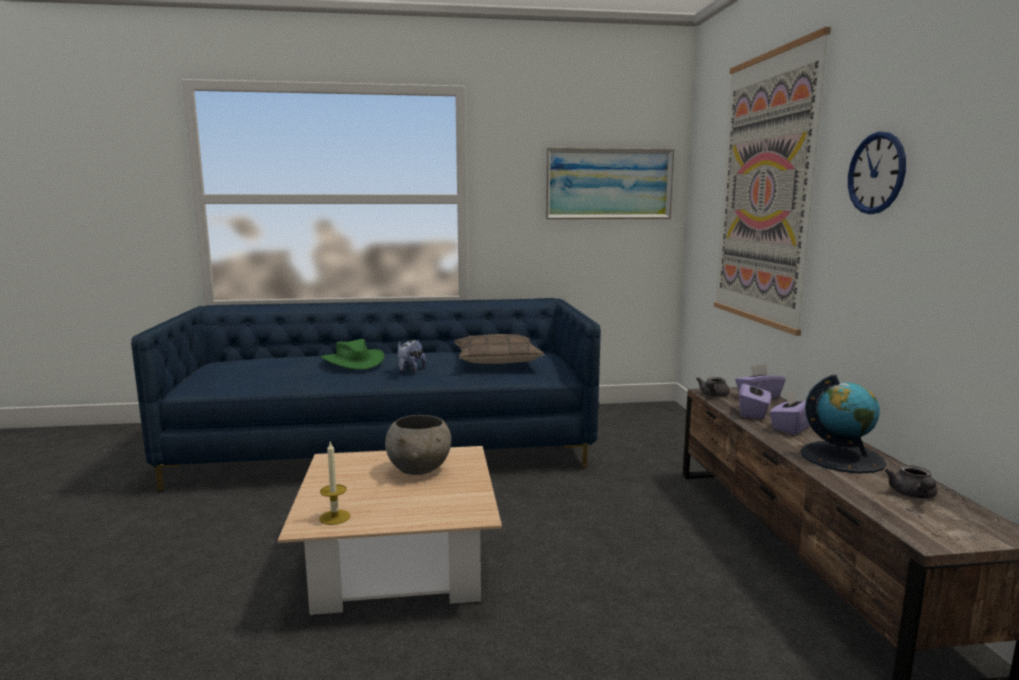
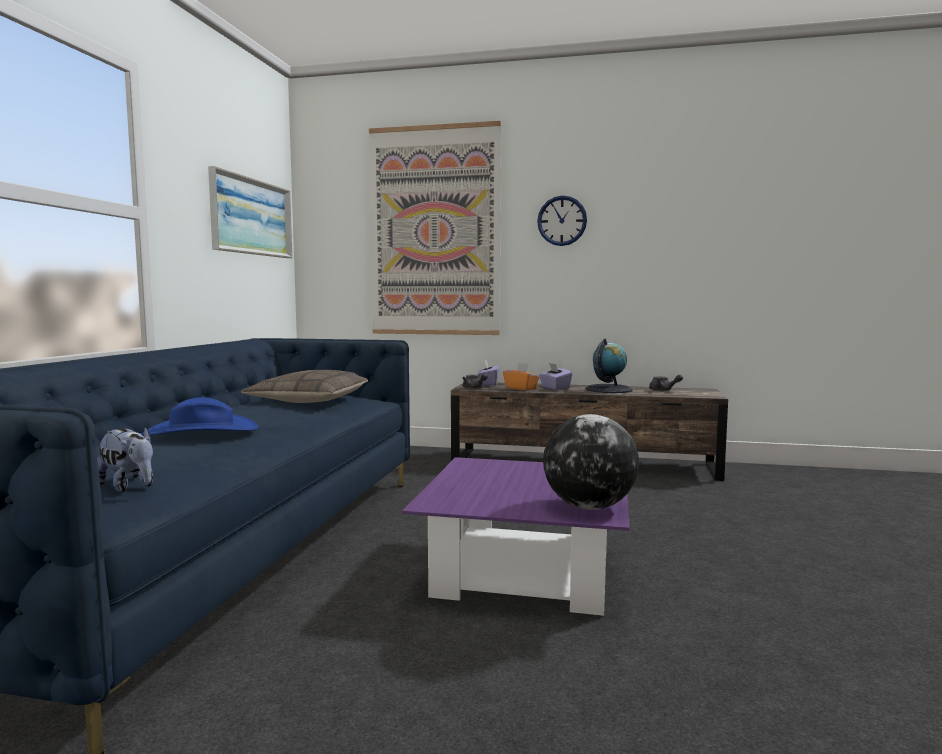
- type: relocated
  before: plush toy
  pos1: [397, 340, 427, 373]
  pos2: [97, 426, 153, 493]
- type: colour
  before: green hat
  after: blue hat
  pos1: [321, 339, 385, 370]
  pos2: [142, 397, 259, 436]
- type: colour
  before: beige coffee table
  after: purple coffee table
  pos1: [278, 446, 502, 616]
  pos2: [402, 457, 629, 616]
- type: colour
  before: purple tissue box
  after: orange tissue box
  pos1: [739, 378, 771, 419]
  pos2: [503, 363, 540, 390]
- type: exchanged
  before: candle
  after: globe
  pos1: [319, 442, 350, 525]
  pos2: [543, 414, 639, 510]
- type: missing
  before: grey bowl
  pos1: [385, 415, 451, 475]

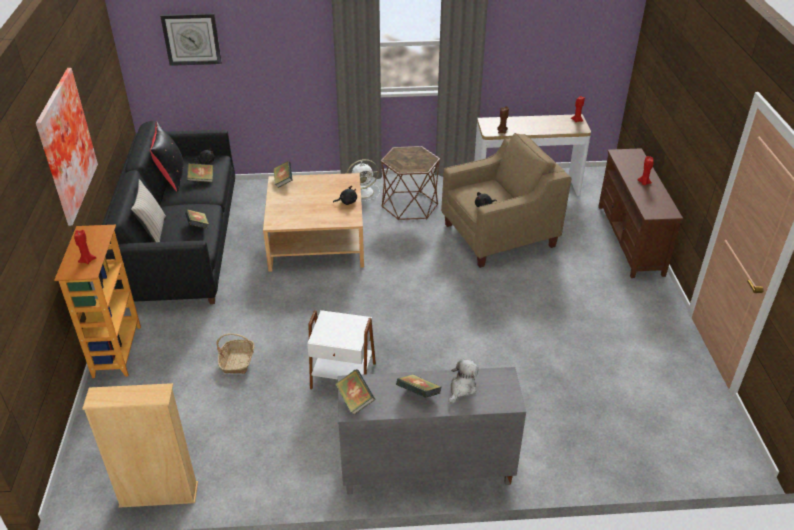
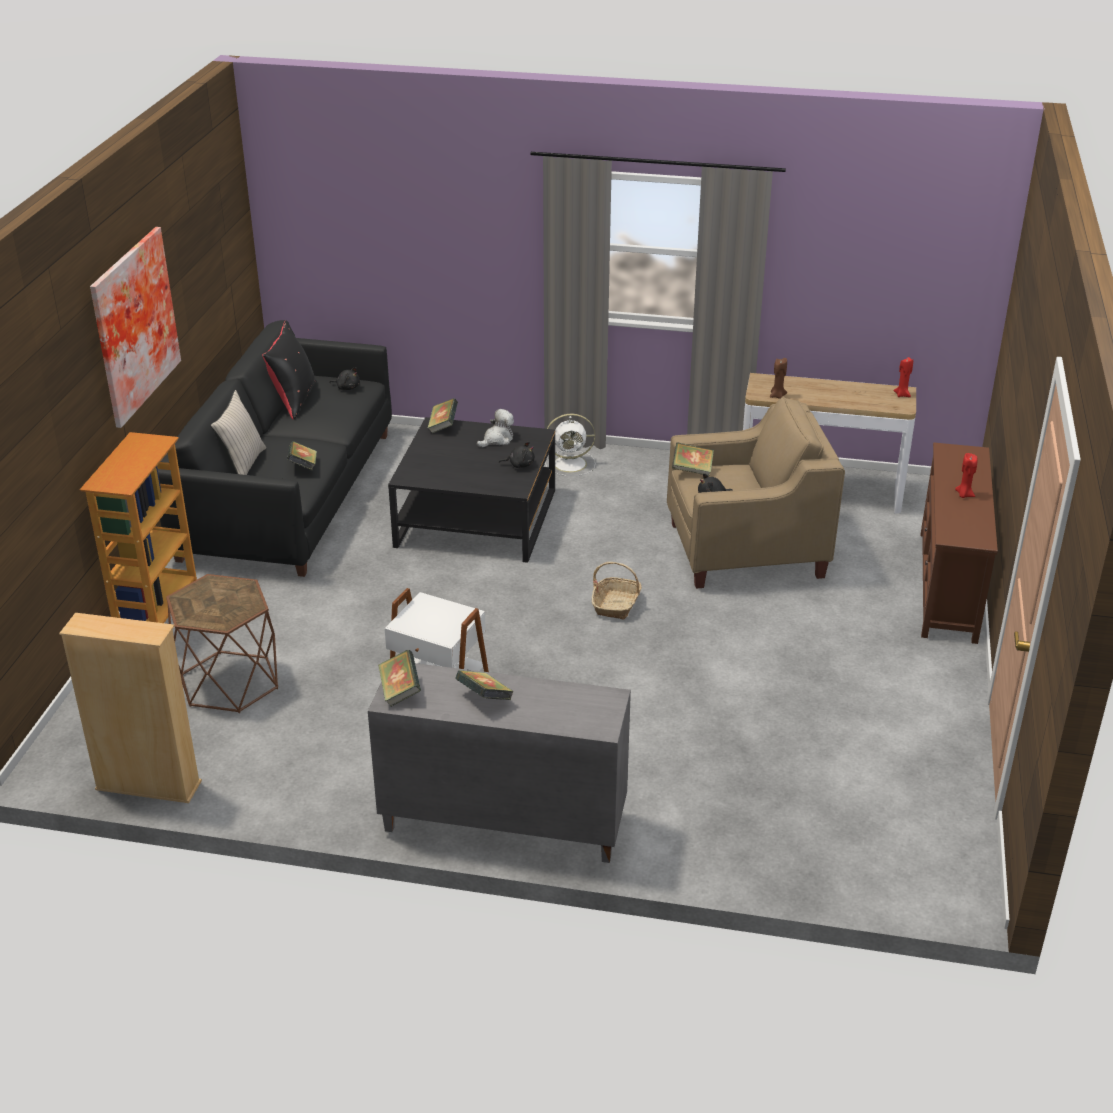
- type: relocated
  before: brown side table
  pos1: [381, 146, 440, 220]
  pos2: [166, 574, 278, 713]
- type: colour
  before: beige coffee table
  after: black coffee table
  pos1: [263, 173, 364, 272]
  pos2: [388, 417, 555, 563]
- type: relocated
  before: plush toy
  pos1: [448, 359, 479, 404]
  pos2: [477, 409, 514, 447]
- type: relocated
  before: basket
  pos1: [216, 333, 255, 374]
  pos2: [592, 562, 642, 620]
- type: relocated
  before: book
  pos1: [187, 163, 213, 182]
  pos2: [672, 442, 714, 476]
- type: missing
  before: red candle
  pos1: [74, 230, 97, 264]
- type: missing
  before: wall clock
  pos1: [160, 13, 222, 66]

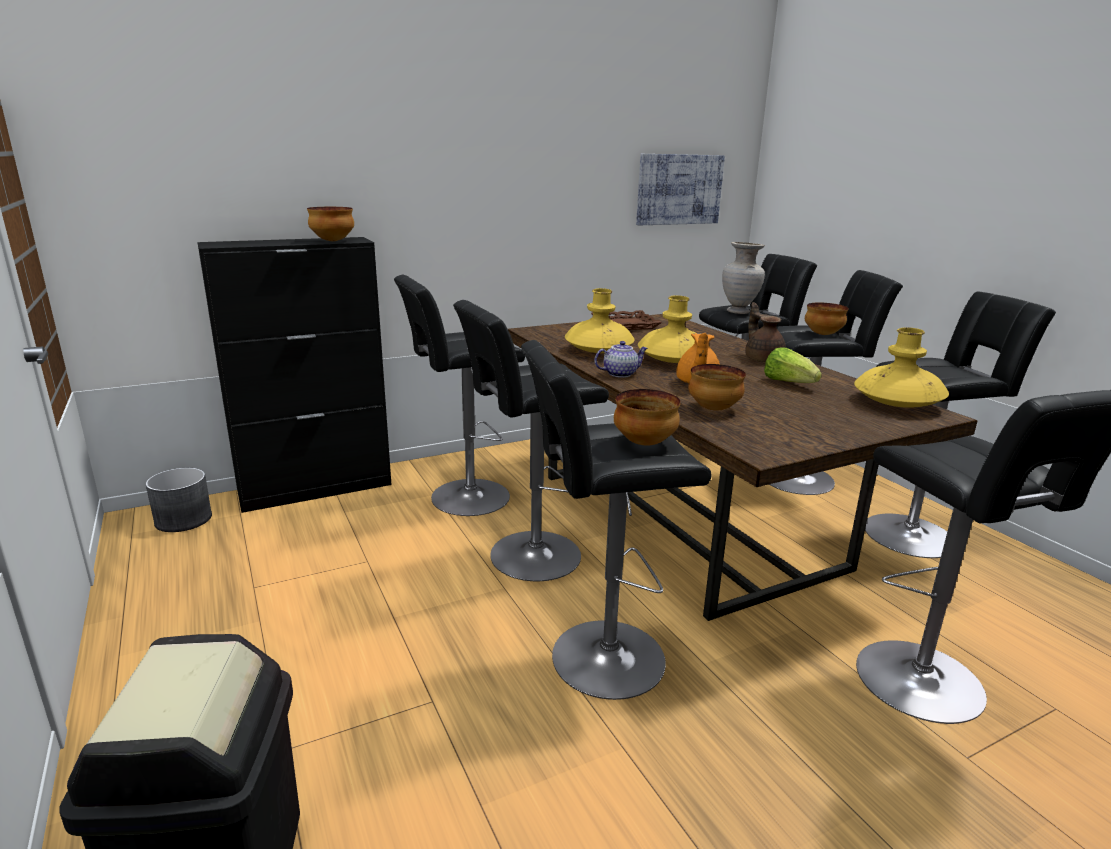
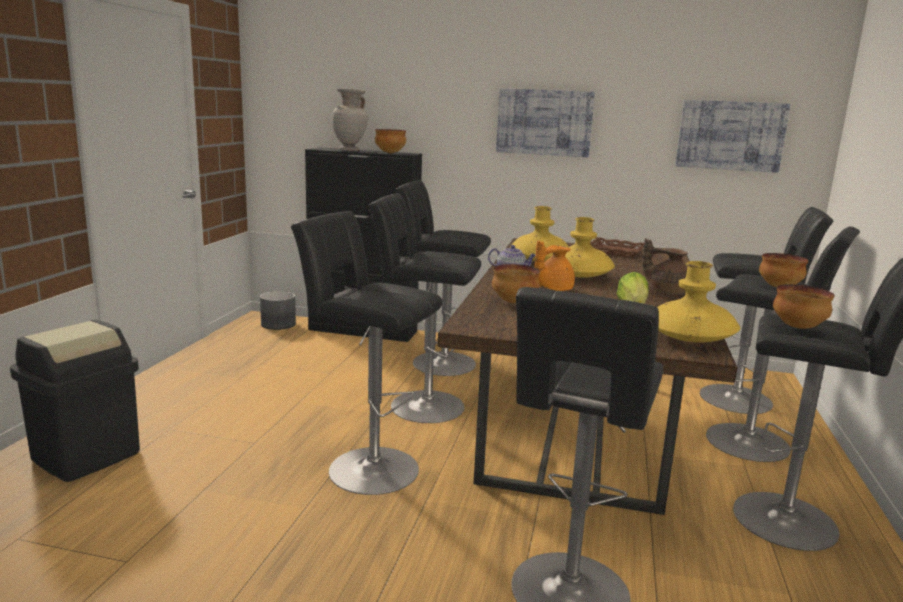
- type: relocated
  before: beige vase
  pos1: [722, 242, 765, 314]
  pos2: [332, 88, 368, 151]
- type: appeared
  after: picture
  pos2: [496, 88, 595, 157]
- type: spun
  before: brown teapot
  pos1: [745, 302, 786, 362]
  pos2: [642, 238, 688, 294]
  turn: -90
- type: relocated
  before: bowl
  pos1: [614, 389, 681, 446]
  pos2: [773, 284, 835, 329]

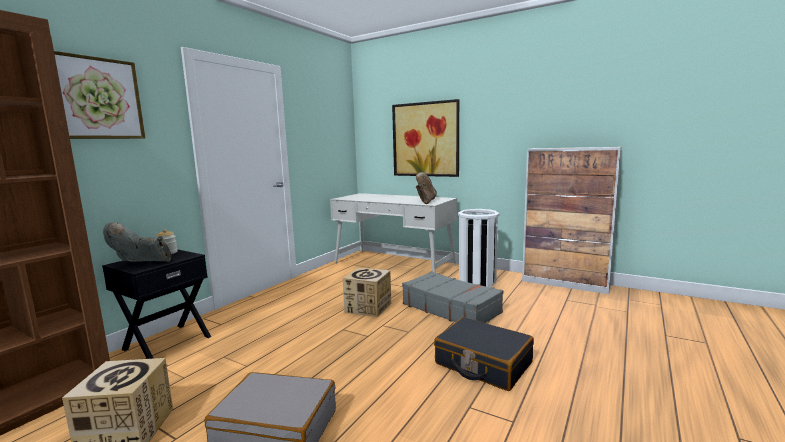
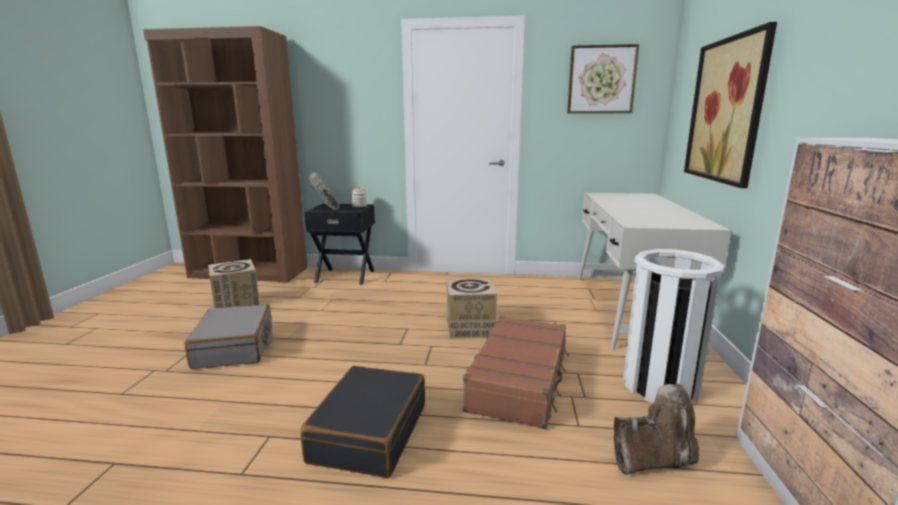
- type: colour
  before: grey suitcase
  after: brown suitcase
  pos1: [402, 272, 503, 323]
  pos2: [463, 316, 569, 429]
- type: relocated
  before: picture
  pos1: [54, 51, 145, 139]
  pos2: [567, 44, 639, 114]
- type: relocated
  before: brown boot
  pos1: [416, 172, 437, 204]
  pos2: [614, 384, 700, 475]

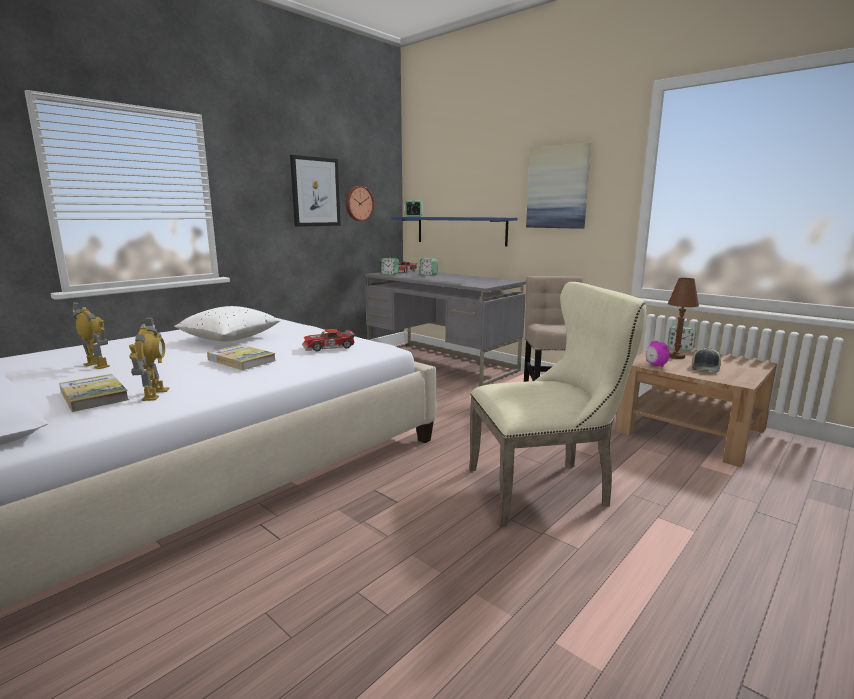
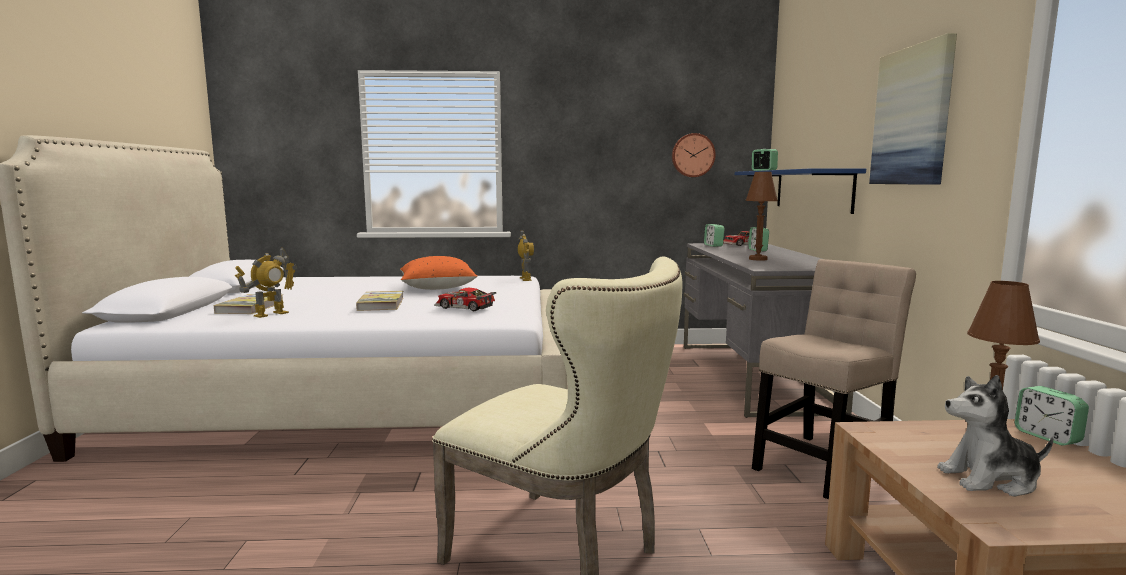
- type: colour
  before: white pillow
  after: orange pillow
  pos1: [174, 306, 281, 342]
  pos2: [400, 256, 478, 290]
- type: relocated
  before: toy robot
  pos1: [73, 301, 110, 369]
  pos2: [518, 230, 534, 281]
- type: appeared
  after: brown table lamp
  pos2: [746, 172, 778, 261]
- type: exchanged
  before: cap
  after: plush toy
  pos1: [692, 348, 721, 372]
  pos2: [937, 375, 1053, 496]
- type: missing
  before: picture
  pos1: [290, 155, 341, 227]
- type: missing
  before: alarm clock
  pos1: [646, 341, 670, 367]

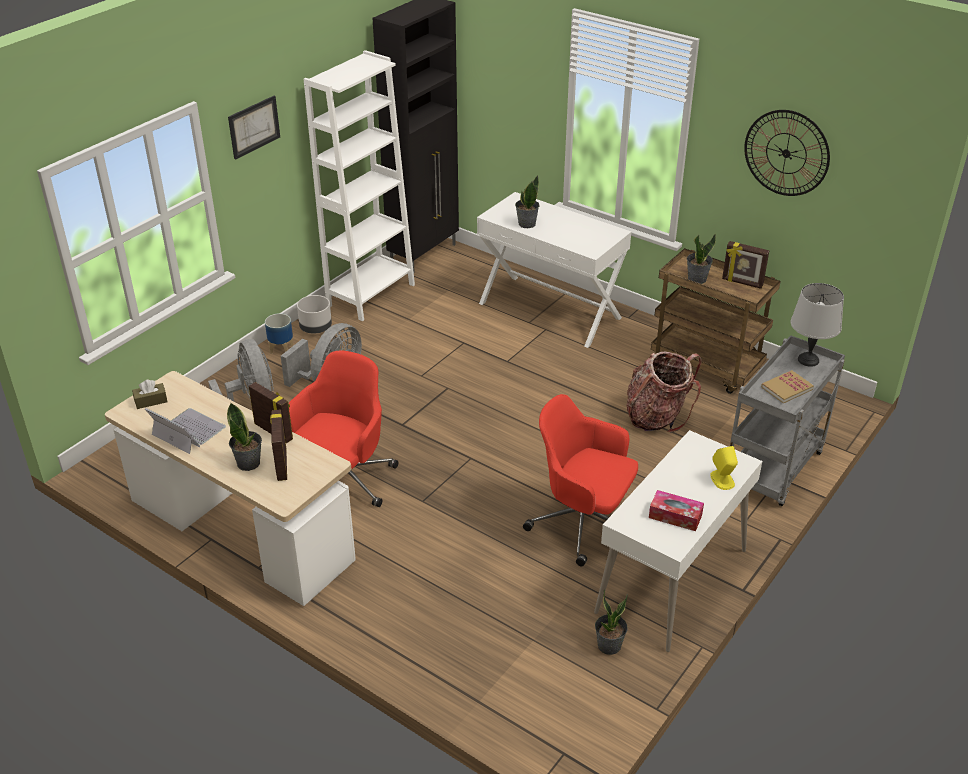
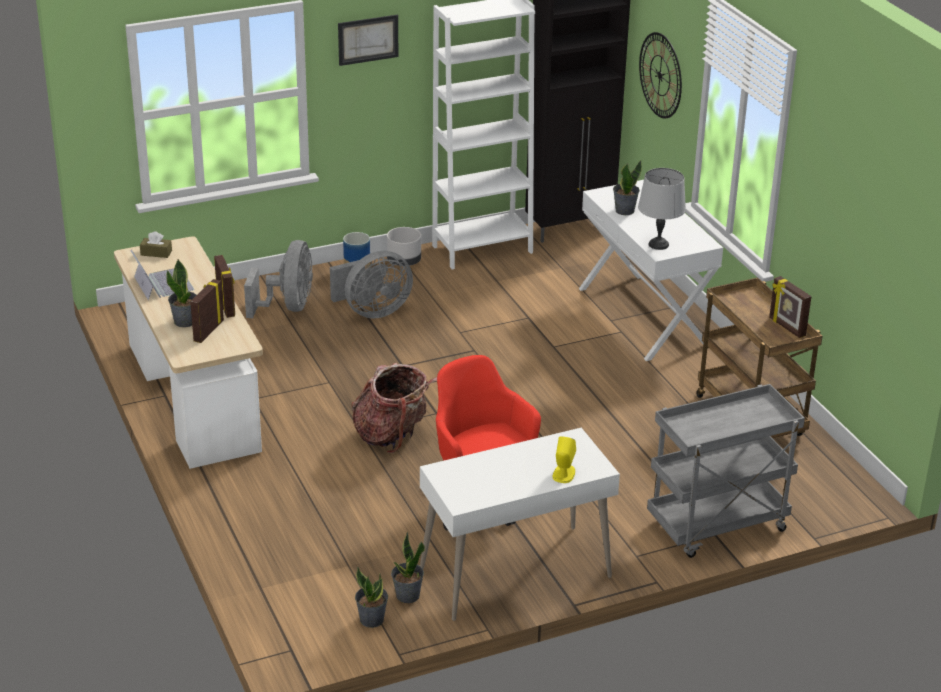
- type: relocated
  before: backpack
  pos1: [626, 352, 702, 432]
  pos2: [352, 363, 437, 453]
- type: relocated
  before: potted plant
  pos1: [687, 234, 716, 284]
  pos2: [355, 566, 388, 628]
- type: relocated
  before: grey table lamp
  pos1: [791, 283, 844, 367]
  pos2: [638, 168, 686, 250]
- type: relocated
  before: wall clock
  pos1: [744, 110, 830, 196]
  pos2: [639, 32, 682, 119]
- type: missing
  before: red office chair
  pos1: [289, 351, 398, 507]
- type: missing
  before: tissue box
  pos1: [649, 490, 704, 531]
- type: missing
  before: book
  pos1: [761, 370, 814, 404]

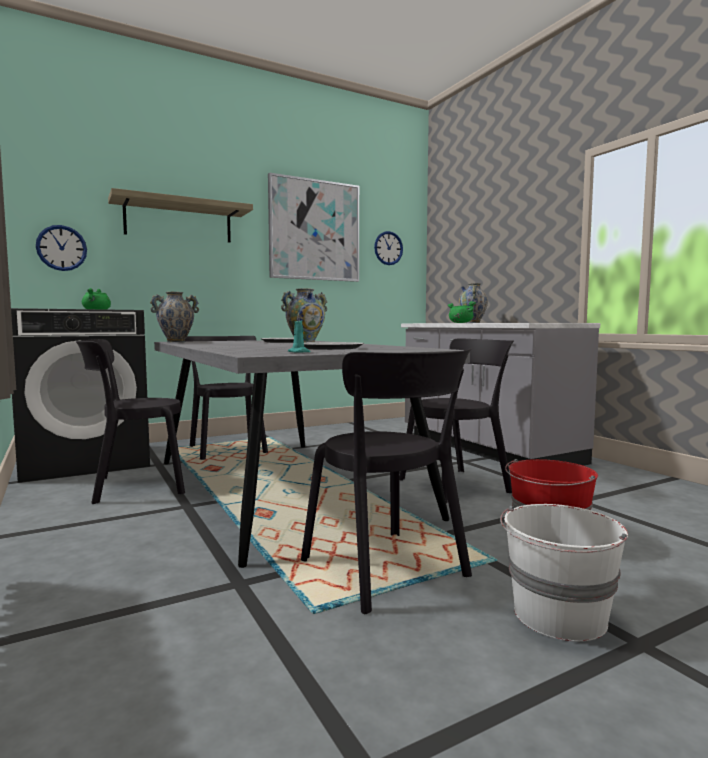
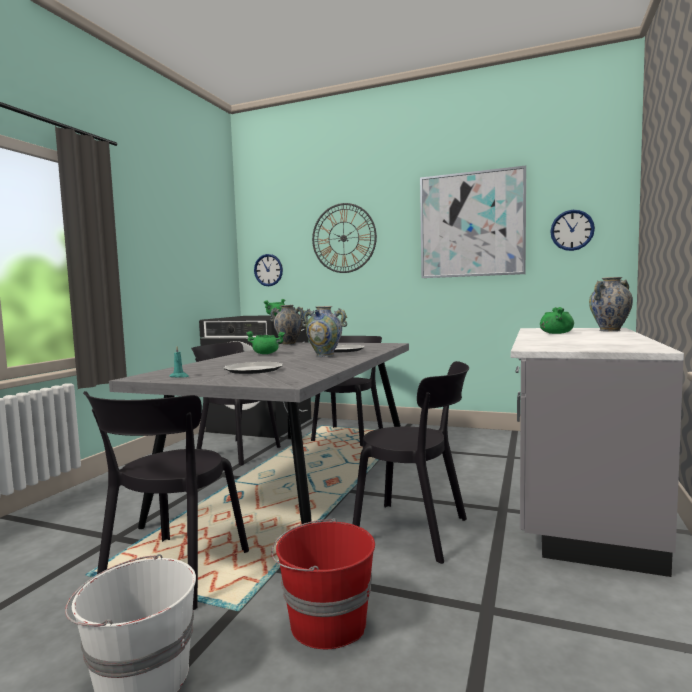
- type: appeared
  after: green cooking pot
  pos2: [246, 331, 285, 354]
- type: exchanged
  before: shelf
  after: wall clock
  pos1: [108, 188, 253, 243]
  pos2: [312, 203, 377, 273]

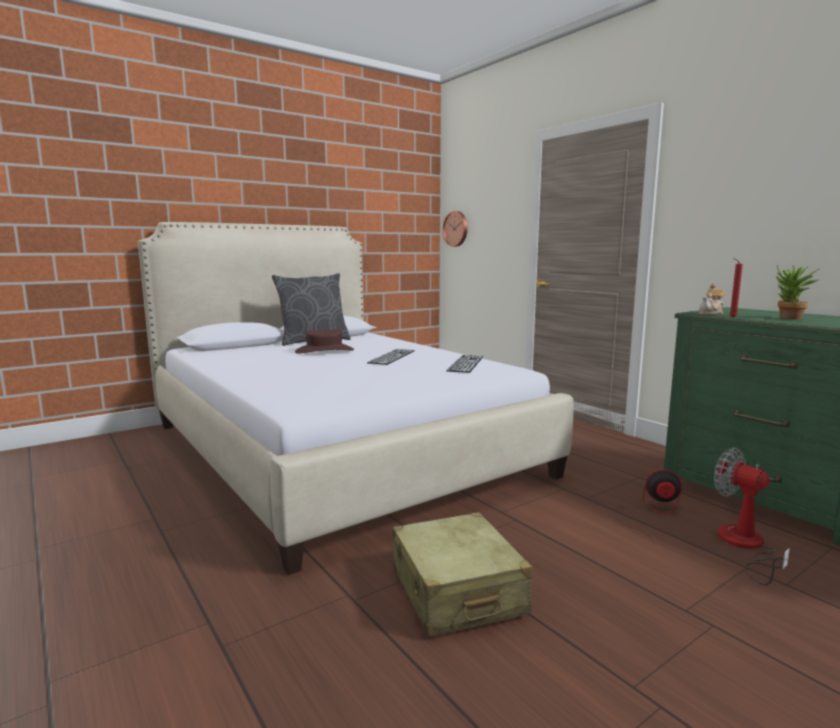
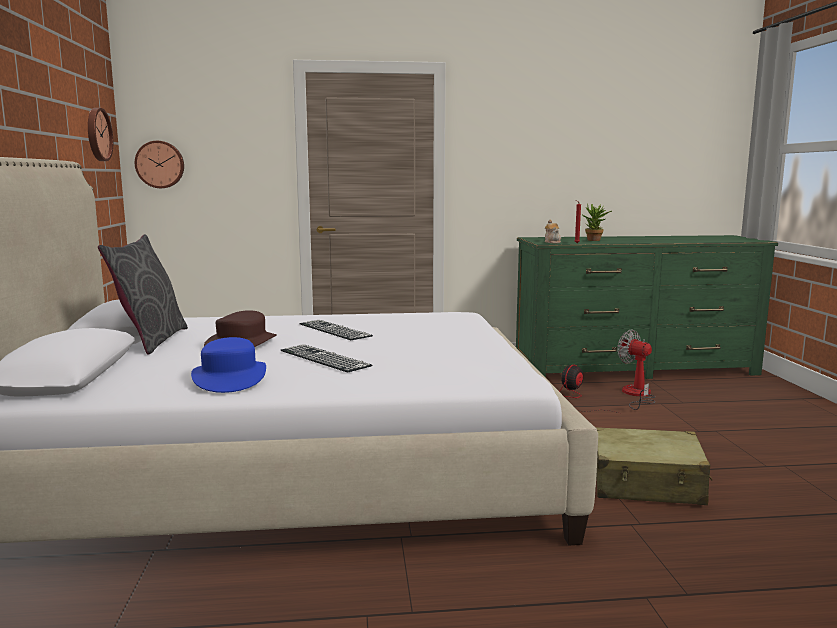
- type: appeared
  after: wall clock
  pos2: [88, 108, 113, 161]
- type: appeared
  after: blue hat
  pos2: [191, 337, 266, 393]
- type: relocated
  before: keyboard
  pos1: [447, 355, 483, 373]
  pos2: [281, 344, 372, 372]
- type: spun
  before: fan
  pos1: [714, 448, 790, 585]
  pos2: [617, 329, 655, 410]
  turn: 60

